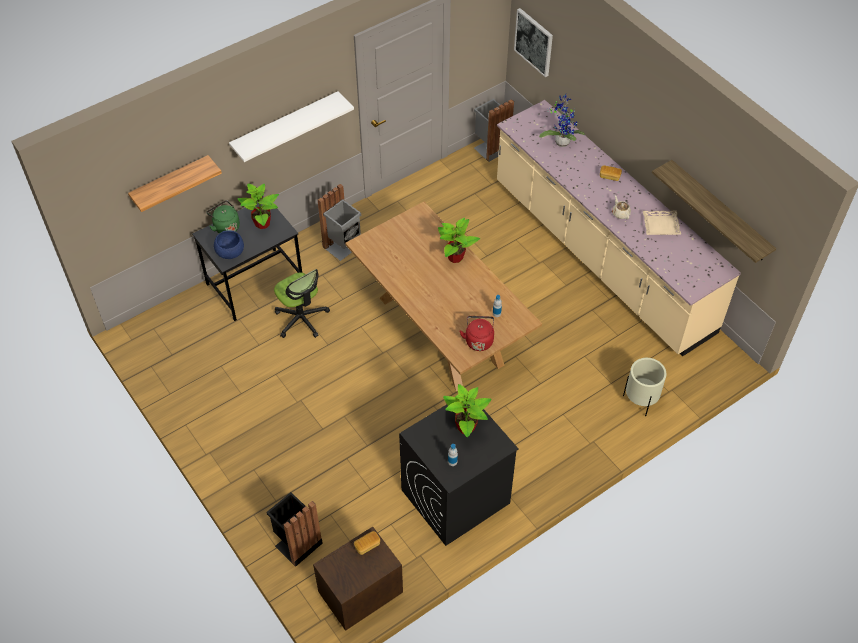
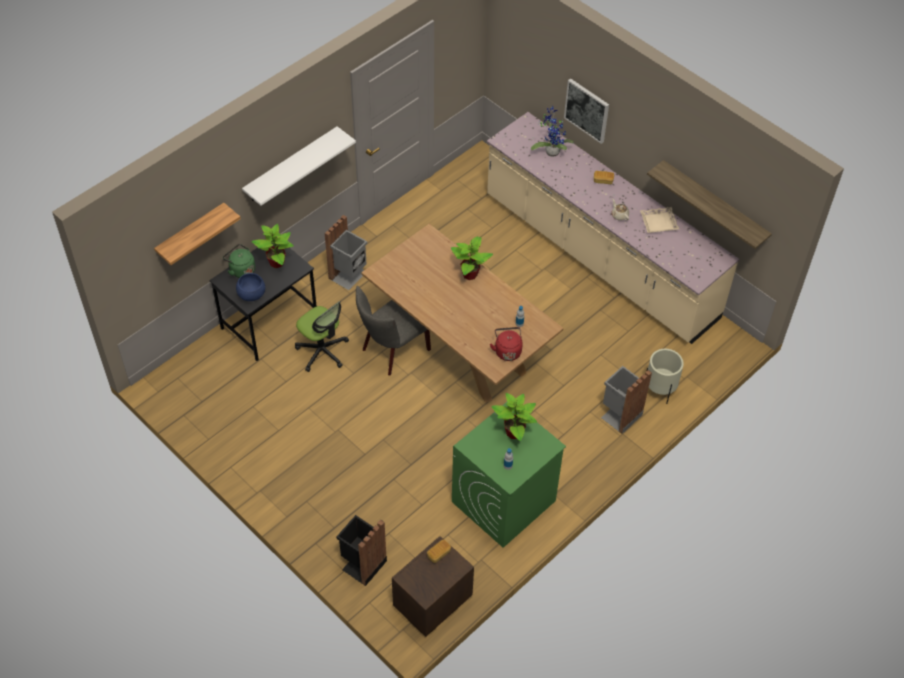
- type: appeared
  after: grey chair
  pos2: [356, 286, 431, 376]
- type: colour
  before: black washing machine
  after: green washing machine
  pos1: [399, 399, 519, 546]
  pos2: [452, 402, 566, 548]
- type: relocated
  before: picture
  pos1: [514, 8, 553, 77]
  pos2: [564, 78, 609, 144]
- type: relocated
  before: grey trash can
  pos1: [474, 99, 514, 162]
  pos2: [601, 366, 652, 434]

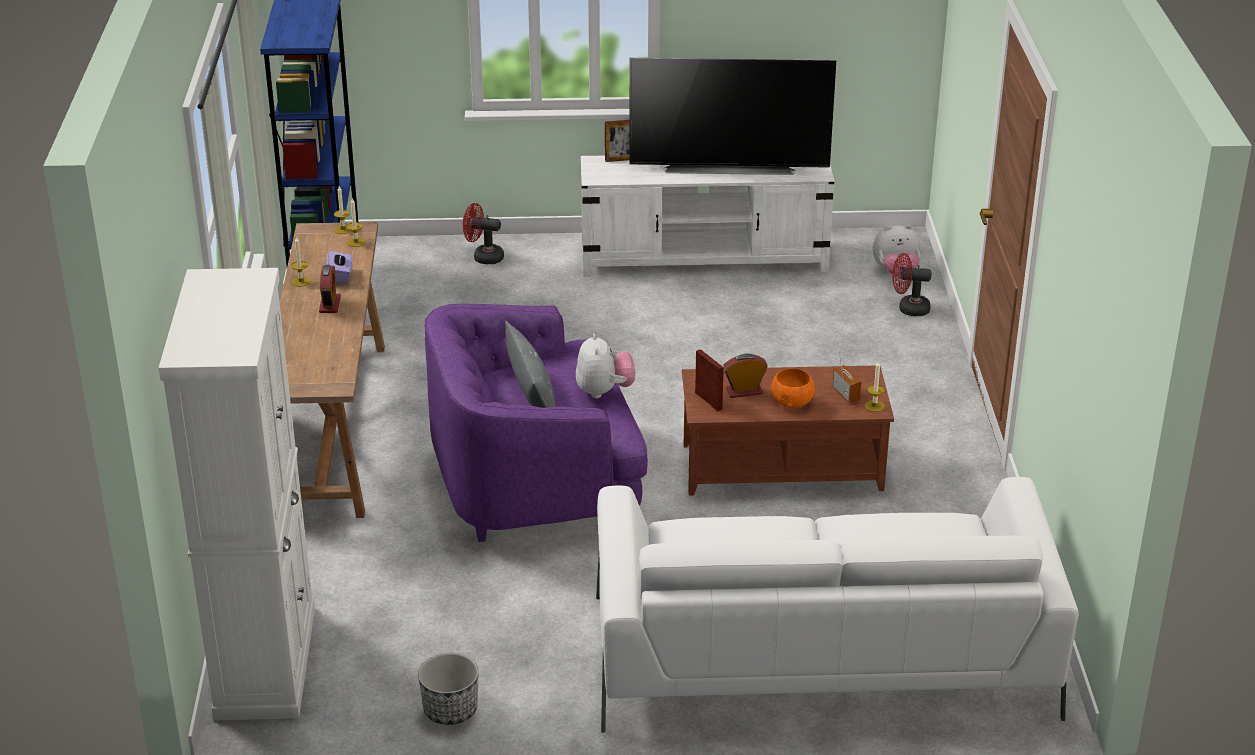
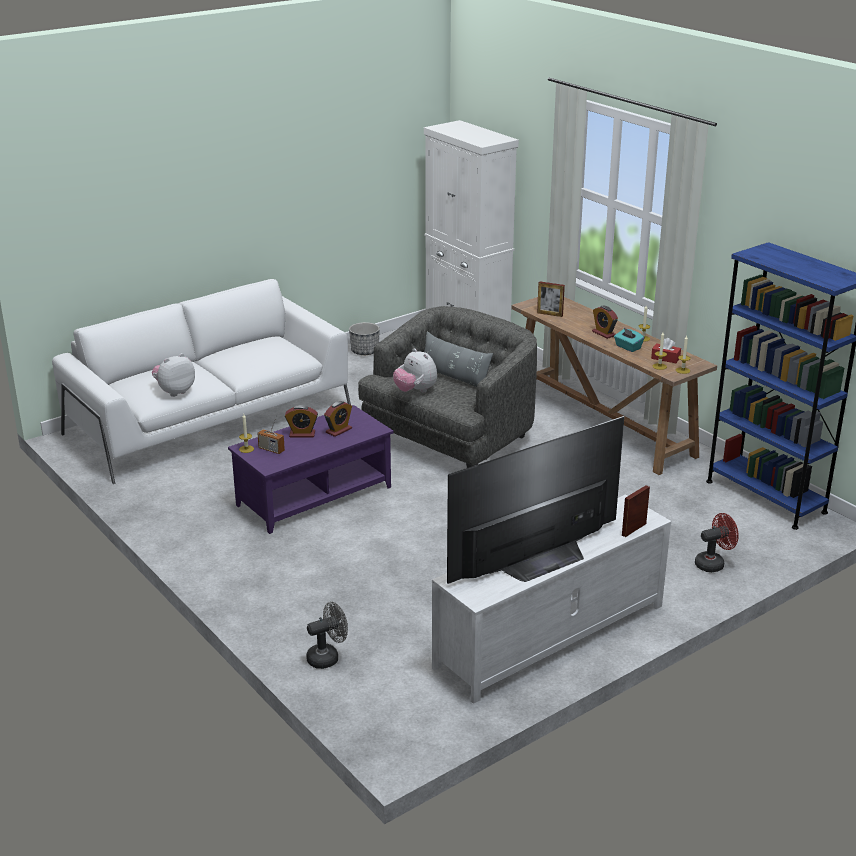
- type: relocated
  before: plush toy
  pos1: [873, 225, 920, 278]
  pos2: [152, 353, 195, 397]
- type: colour
  before: brown coffee table
  after: purple coffee table
  pos1: [682, 366, 894, 496]
  pos2: [228, 405, 394, 534]
- type: exchanged
  before: orange bowl
  after: alarm clock
  pos1: [772, 368, 815, 408]
  pos2: [285, 405, 318, 438]
- type: colour
  before: red fan
  after: grey fan
  pos1: [892, 253, 932, 316]
  pos2: [306, 602, 348, 669]
- type: colour
  before: purple armchair
  after: grey armchair
  pos1: [424, 304, 648, 542]
  pos2: [358, 306, 537, 468]
- type: relocated
  before: picture frame
  pos1: [695, 349, 724, 411]
  pos2: [537, 281, 565, 317]
- type: colour
  before: purple tissue box
  after: turquoise tissue box
  pos1: [327, 250, 352, 284]
  pos2: [614, 328, 644, 352]
- type: appeared
  after: red tissue box
  pos2: [651, 338, 681, 363]

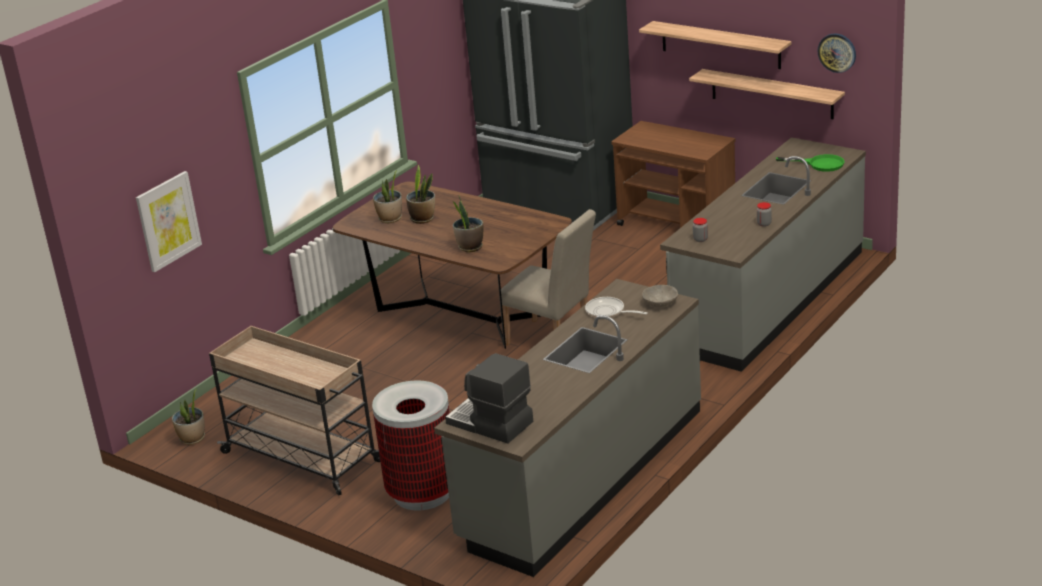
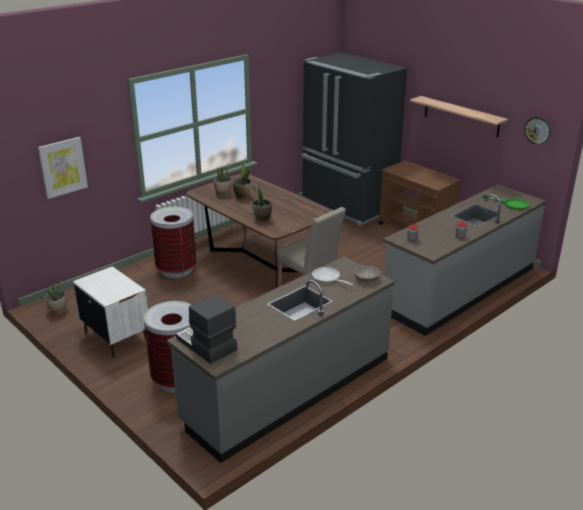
- type: exchanged
  before: beige cart
  after: white nightstand
  pos1: [209, 326, 380, 496]
  pos2: [73, 266, 148, 358]
- type: appeared
  after: trash can
  pos2: [150, 206, 196, 278]
- type: missing
  before: shelf
  pos1: [689, 69, 845, 119]

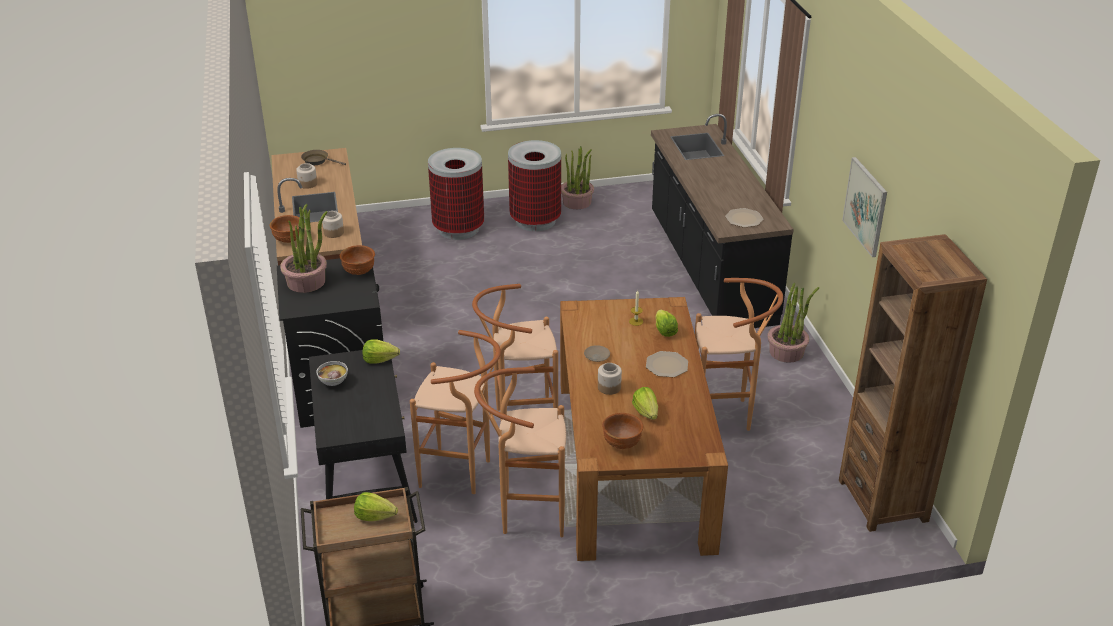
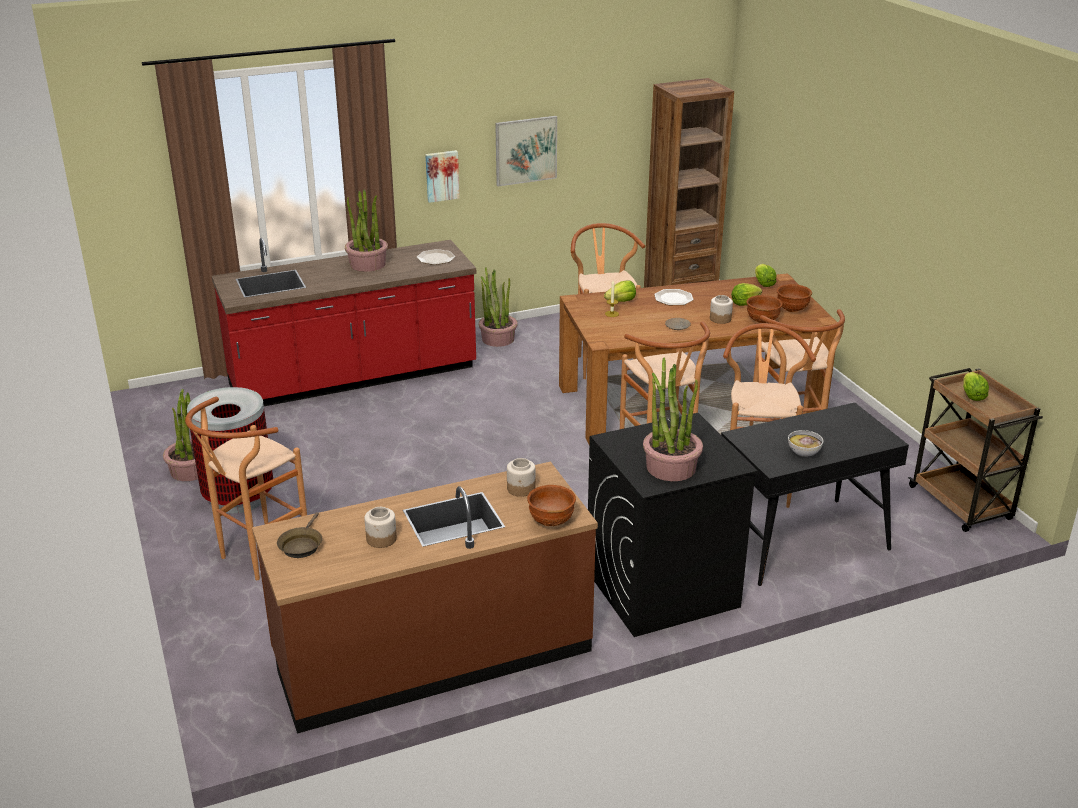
- type: exchanged
  before: trash can
  after: brown stool
  pos1: [428, 148, 484, 240]
  pos2: [185, 397, 307, 580]
- type: colour
  before: black counter
  after: red counter
  pos1: [651, 114, 794, 328]
  pos2: [212, 238, 476, 406]
- type: appeared
  after: potted plant
  pos2: [345, 190, 388, 272]
- type: appeared
  after: picture
  pos2: [425, 150, 460, 203]
- type: relocated
  before: brown bowl
  pos1: [340, 245, 375, 275]
  pos2: [747, 295, 782, 323]
- type: relocated
  before: lettuce
  pos1: [363, 339, 400, 364]
  pos2: [755, 264, 777, 287]

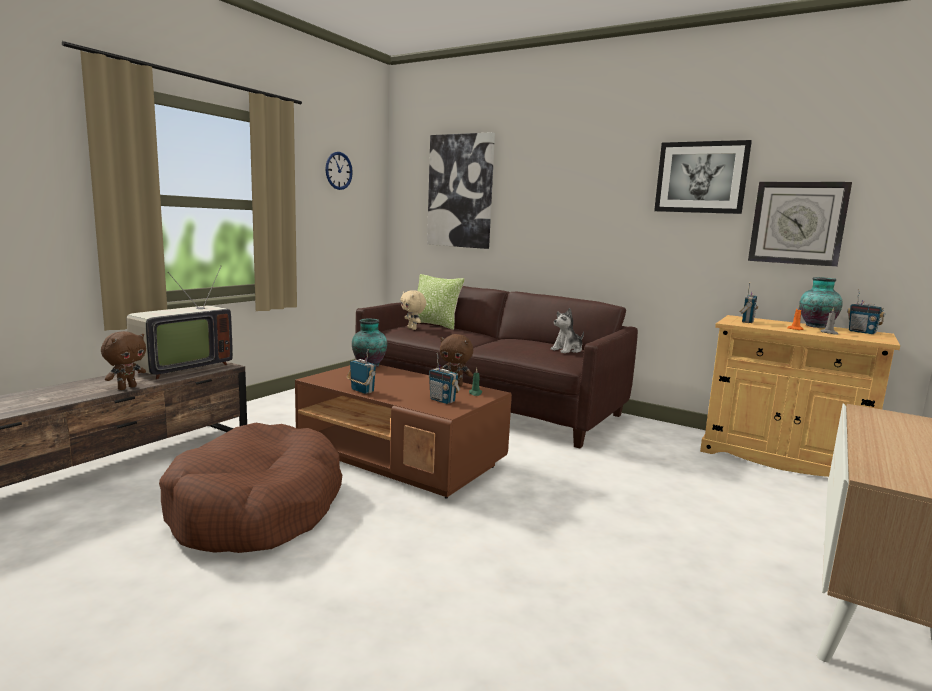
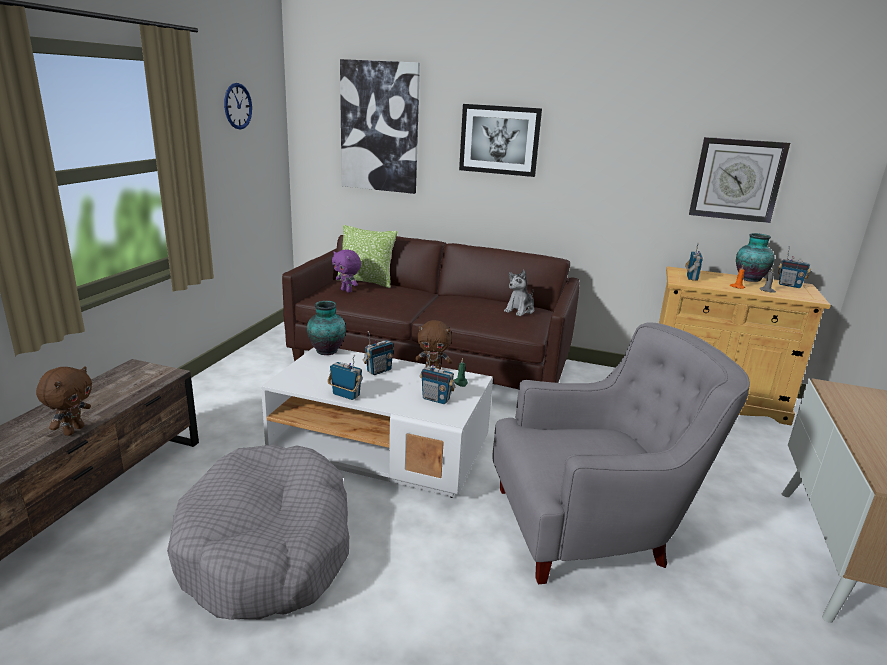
- type: colour
  before: brown dog bed
  after: grey dog bed
  pos1: [159, 423, 342, 553]
  pos2: [167, 445, 349, 619]
- type: colour
  before: brown coffee table
  after: white coffee table
  pos1: [295, 365, 512, 498]
  pos2: [261, 347, 493, 498]
- type: colour
  before: beige plush toy
  after: purple plush toy
  pos1: [400, 290, 426, 330]
  pos2: [332, 250, 361, 293]
- type: appeared
  after: radio
  pos2: [363, 331, 394, 375]
- type: relocated
  before: picture
  pos1: [654, 140, 752, 214]
  pos2: [459, 104, 542, 177]
- type: appeared
  after: grey armchair
  pos2: [492, 322, 750, 584]
- type: missing
  before: television
  pos1: [127, 267, 233, 379]

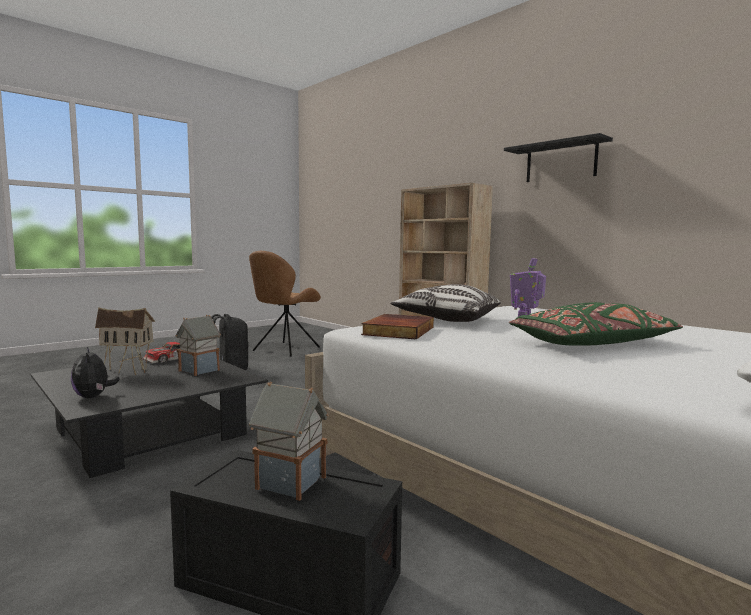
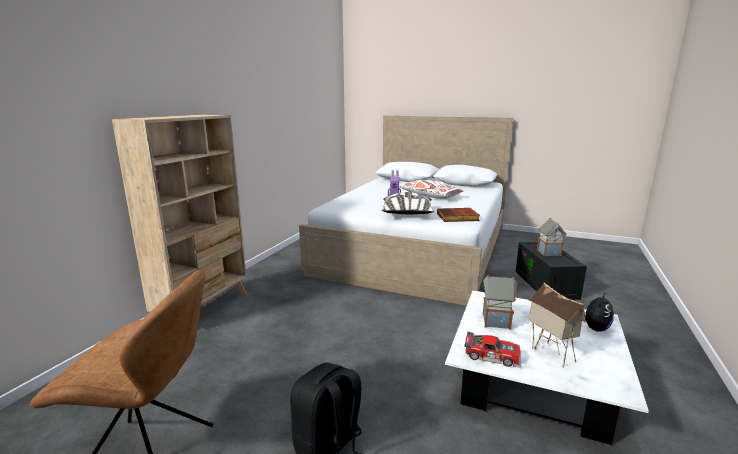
- type: colour
  before: green pillow
  after: white pillow
  pos1: [509, 302, 683, 345]
  pos2: [400, 180, 463, 199]
- type: colour
  before: black coffee table
  after: white coffee table
  pos1: [31, 358, 268, 478]
  pos2: [445, 290, 649, 445]
- type: missing
  before: black shelf
  pos1: [504, 133, 613, 182]

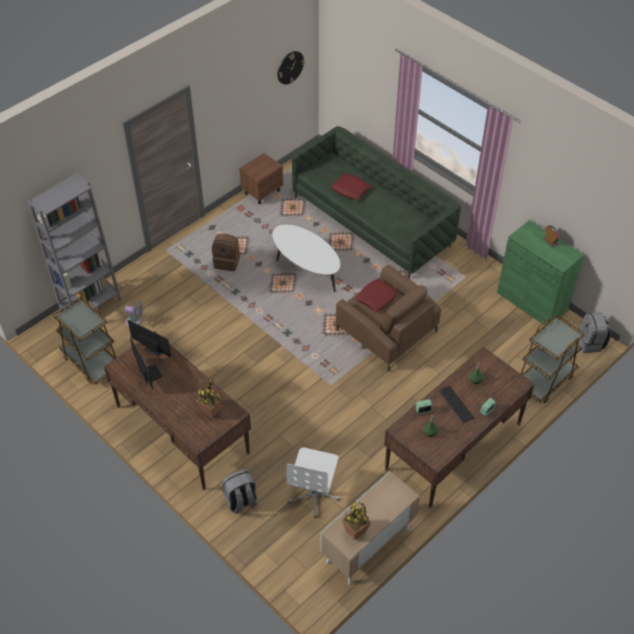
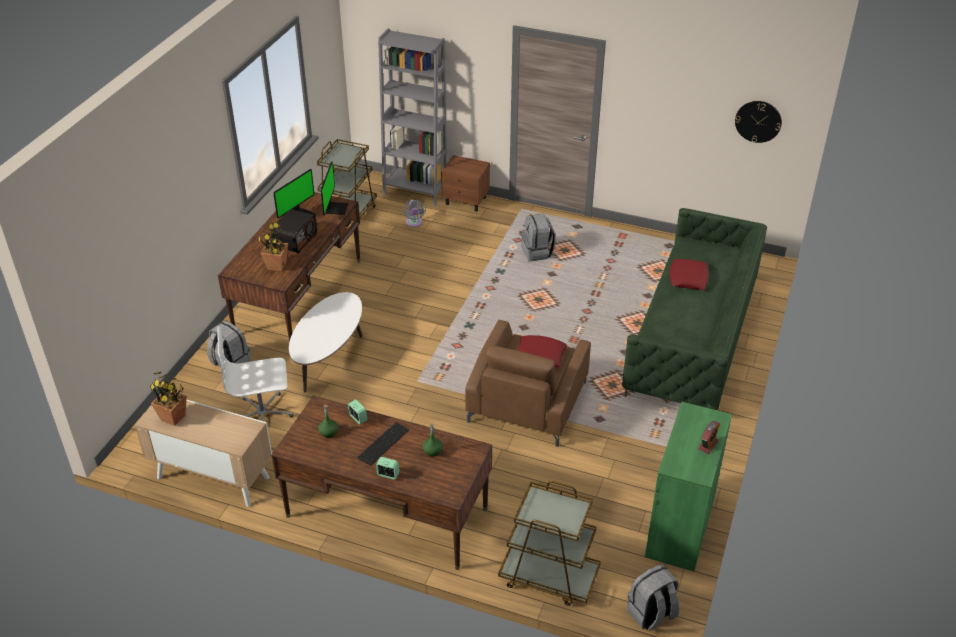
- type: appeared
  after: radio
  pos2: [272, 209, 317, 253]
- type: relocated
  before: white coffee table
  pos1: [272, 224, 340, 292]
  pos2: [289, 292, 362, 392]
- type: relocated
  before: brown nightstand
  pos1: [239, 153, 283, 204]
  pos2: [441, 155, 490, 212]
- type: colour
  before: brown backpack
  after: grey backpack
  pos1: [212, 234, 240, 271]
  pos2: [521, 214, 556, 262]

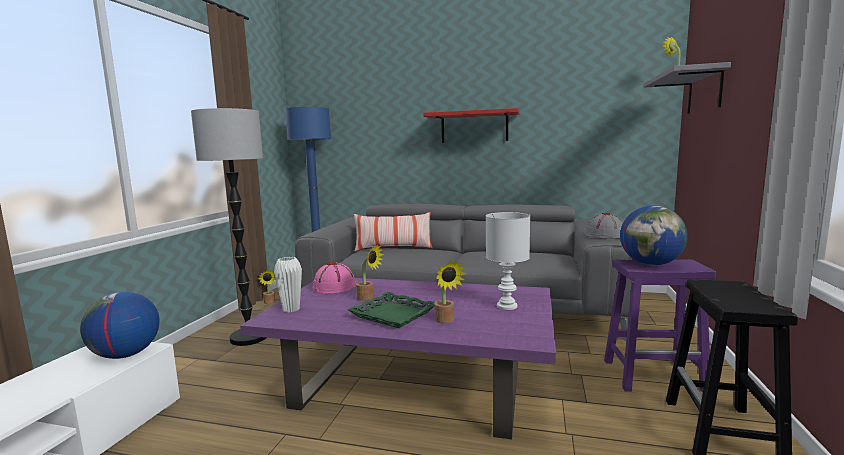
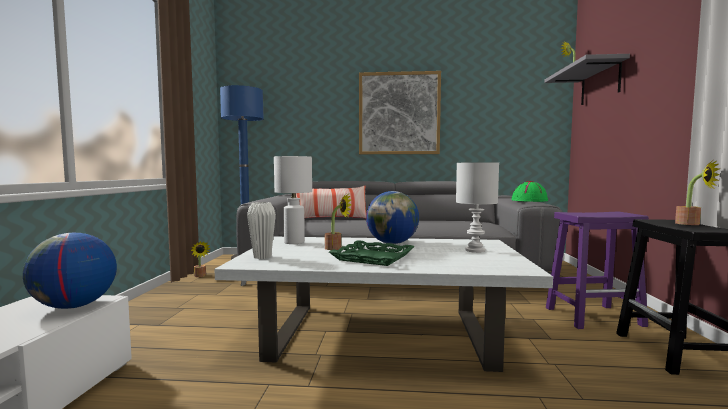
- type: colour
  before: purple coffee table
  after: white coffee table
  pos1: [240, 278, 556, 440]
  pos2: [214, 237, 553, 372]
- type: exchanged
  before: pink hat
  after: white table lamp
  pos1: [313, 262, 356, 294]
  pos2: [274, 156, 312, 244]
- type: exchanged
  before: red shelf
  after: picture
  pos1: [423, 108, 520, 143]
  pos2: [359, 71, 441, 154]
- type: relocated
  before: globe
  pos1: [620, 206, 688, 265]
  pos2: [366, 191, 419, 244]
- type: colour
  before: grey hat
  after: green hat
  pos1: [584, 213, 623, 239]
  pos2: [511, 181, 548, 202]
- type: relocated
  before: potted plant
  pos1: [435, 261, 466, 324]
  pos2: [675, 161, 720, 225]
- type: missing
  before: floor lamp
  pos1: [191, 108, 266, 346]

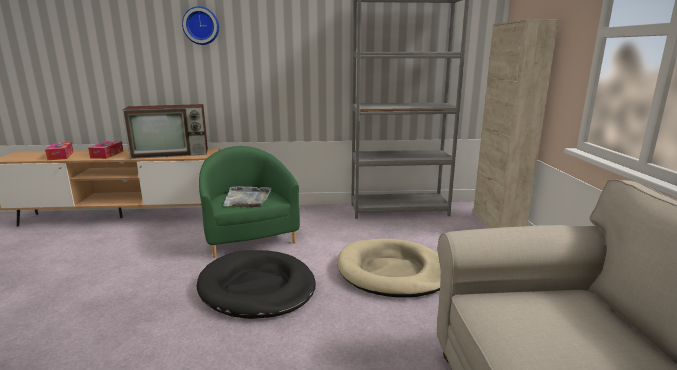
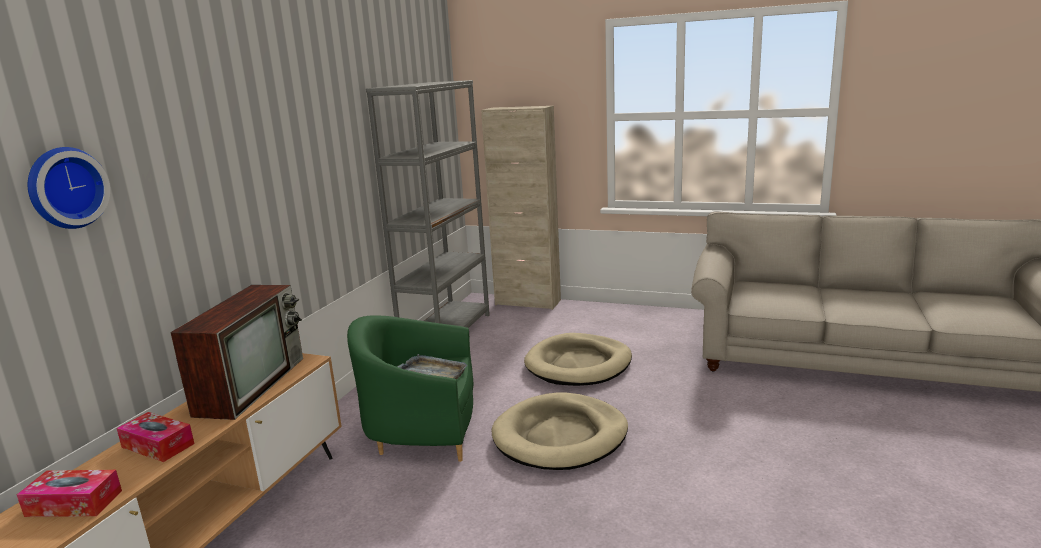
- type: relocated
  before: wall clock
  pos1: [182, 6, 219, 45]
  pos2: [28, 147, 110, 229]
- type: colour
  before: black dog bed
  after: beige dog bed
  pos1: [197, 250, 316, 319]
  pos2: [492, 392, 628, 470]

